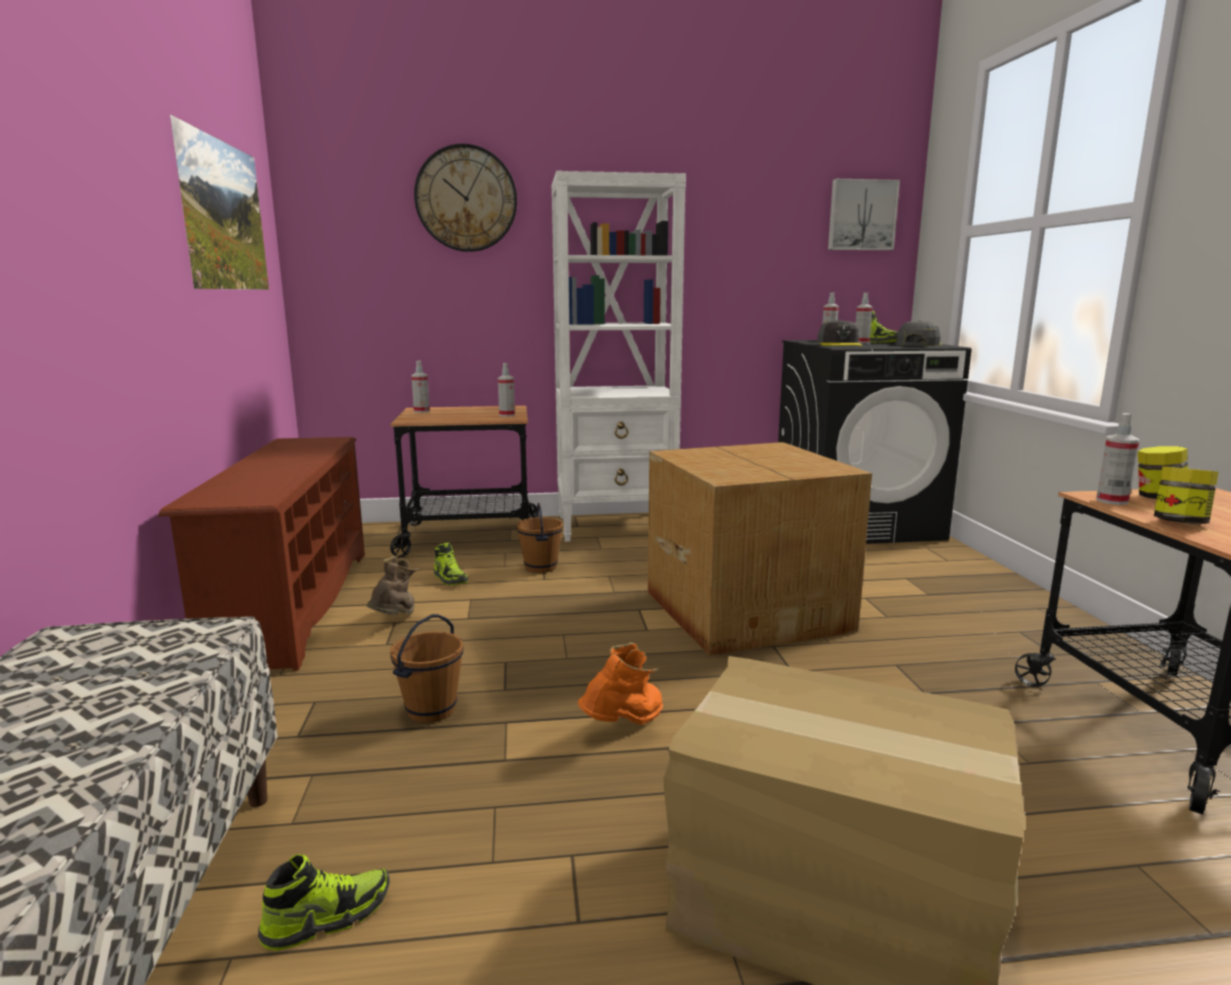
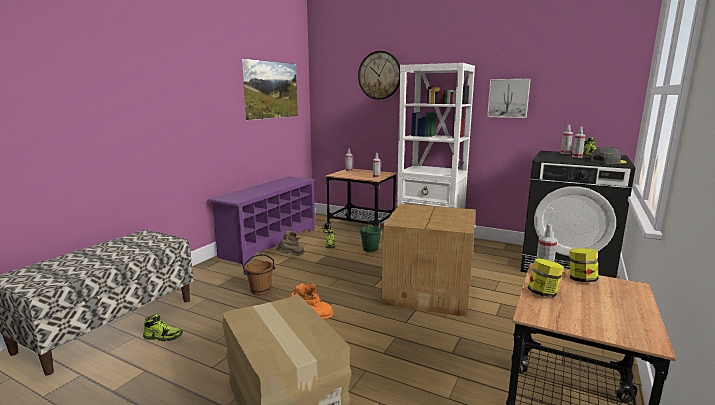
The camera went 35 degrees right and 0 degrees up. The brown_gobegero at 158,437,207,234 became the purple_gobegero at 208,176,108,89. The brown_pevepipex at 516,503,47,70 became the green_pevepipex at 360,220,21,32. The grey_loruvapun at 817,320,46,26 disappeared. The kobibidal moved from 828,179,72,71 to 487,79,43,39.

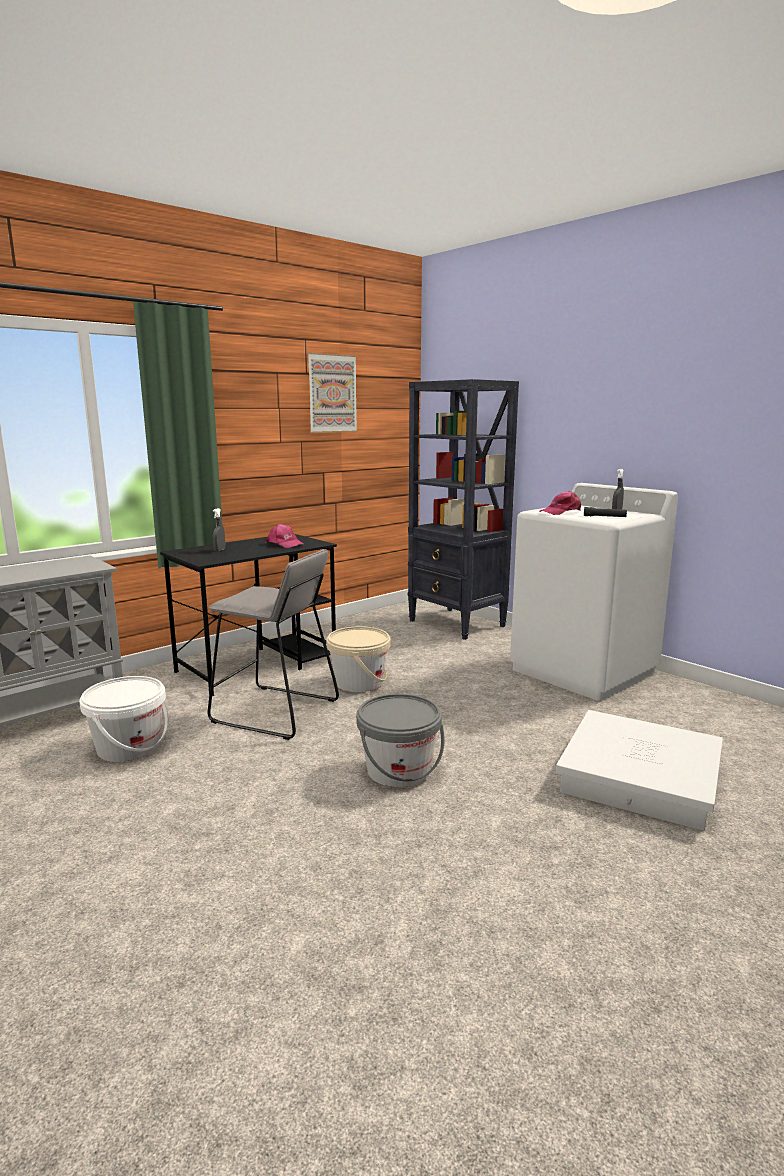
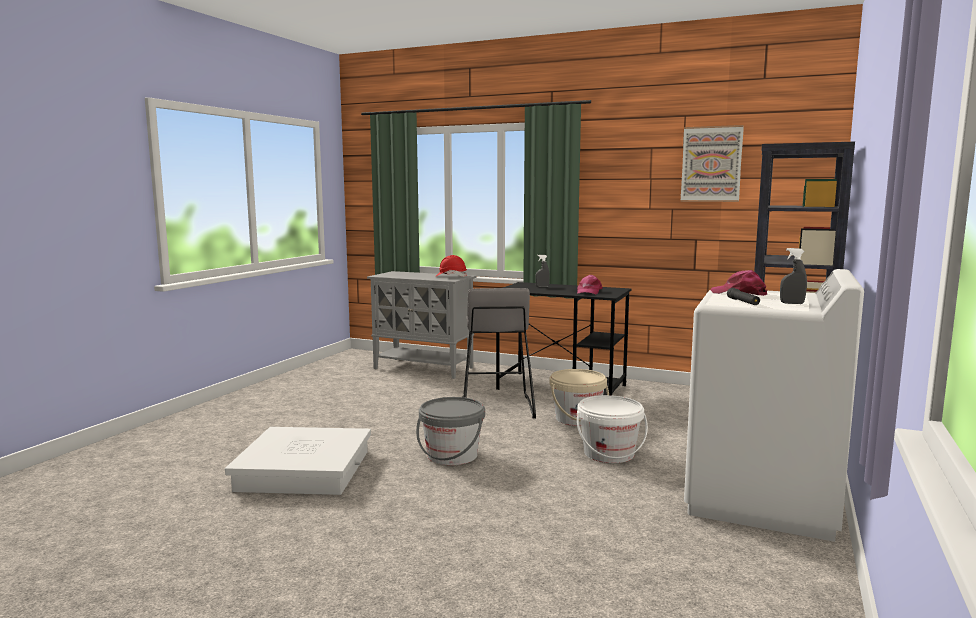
The camera went 65 degrees right and 5 degrees down. The white_pevepipex moved from 79,676,90,86 to 577,395,71,68. The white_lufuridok moved from 556,710,167,121 to 225,427,146,68. The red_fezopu at 435,255,32,22 appeared.

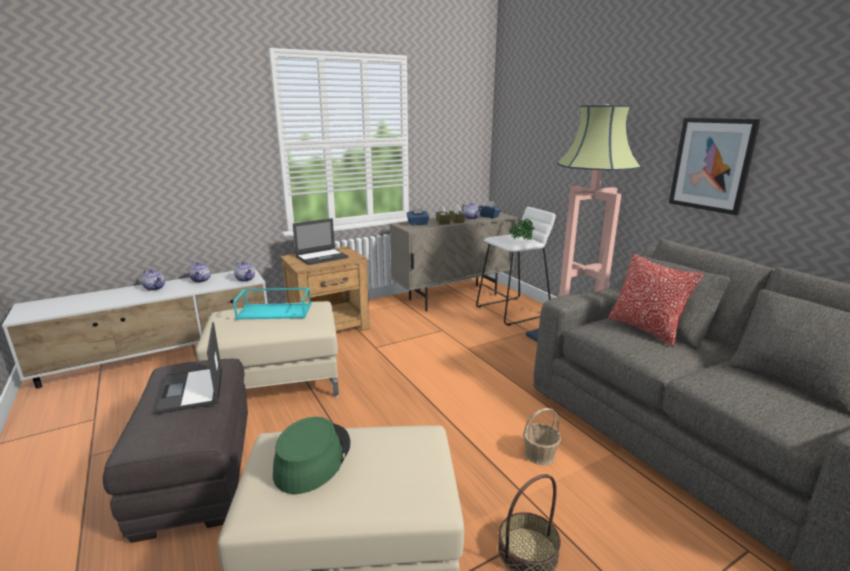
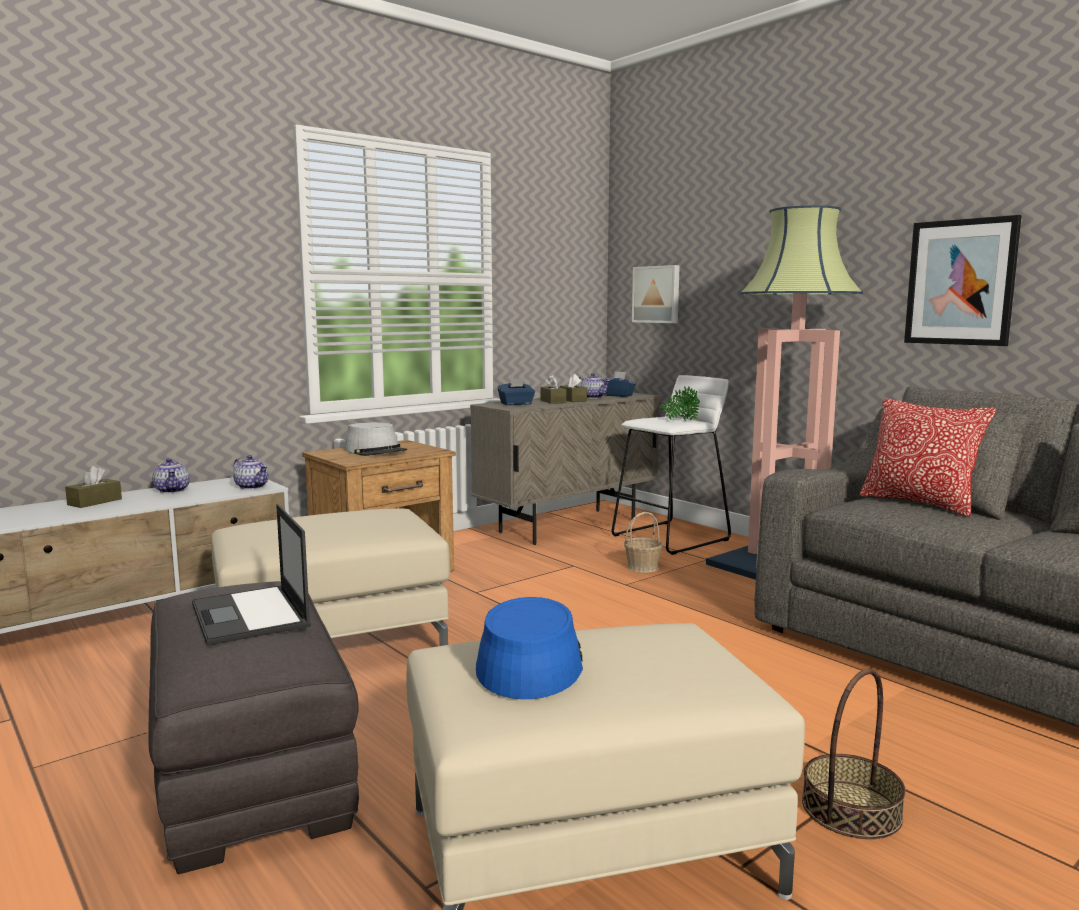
The camera went 10 degrees left and 10 degrees down. The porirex at 141,269,24,22 was replaced by the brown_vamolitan at 65,466,57,42. The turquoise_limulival at 233,288,79,32 disappeared. The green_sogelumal at 273,417,78,77 became the blue_sogelumal at 476,597,107,102. The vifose at 293,218,56,47 was replaced by the grey_sogelumal at 345,422,62,34. The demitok moved from 523,408,38,57 to 624,512,39,61. The kobibidal at 632,265,48,58 appeared.

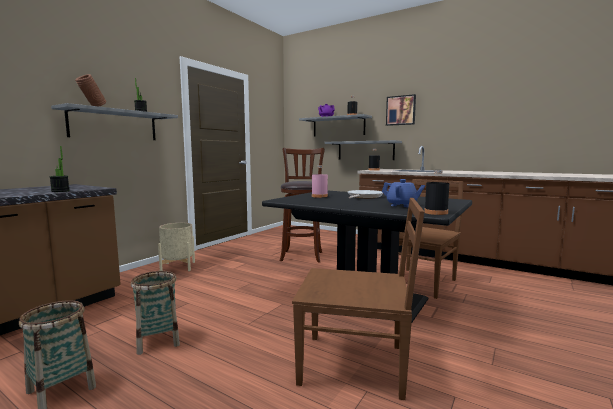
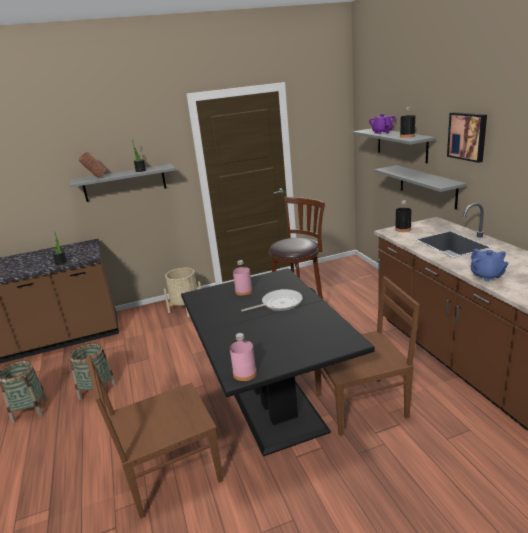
The camera went 40 degrees right and 15 degrees up. The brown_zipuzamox at 292,198,133,202 turned 105 degrees clockwise. The blue_porirex moved from 382,179,43,28 to 470,249,39,32. The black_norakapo at 424,170,25,45 became the pink_norakapo at 230,333,27,48.

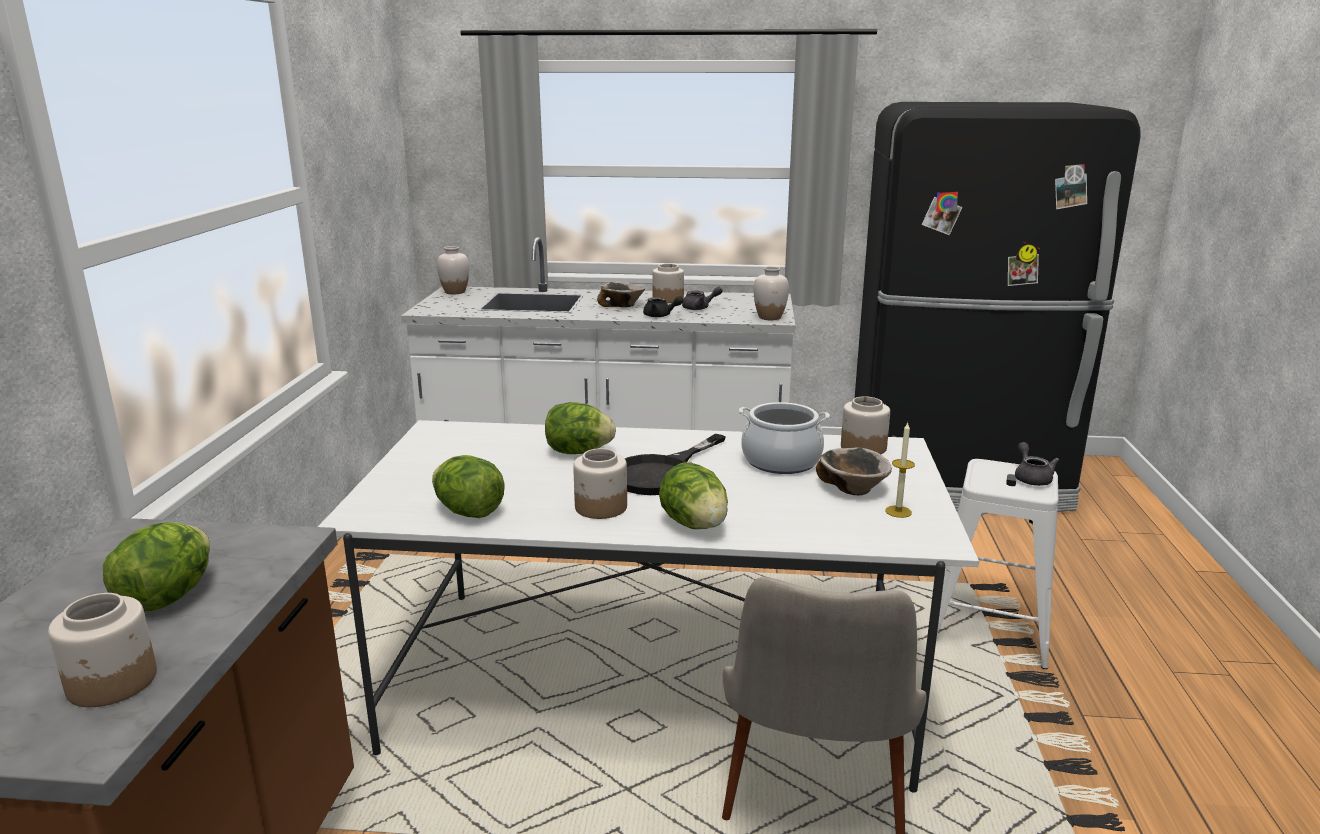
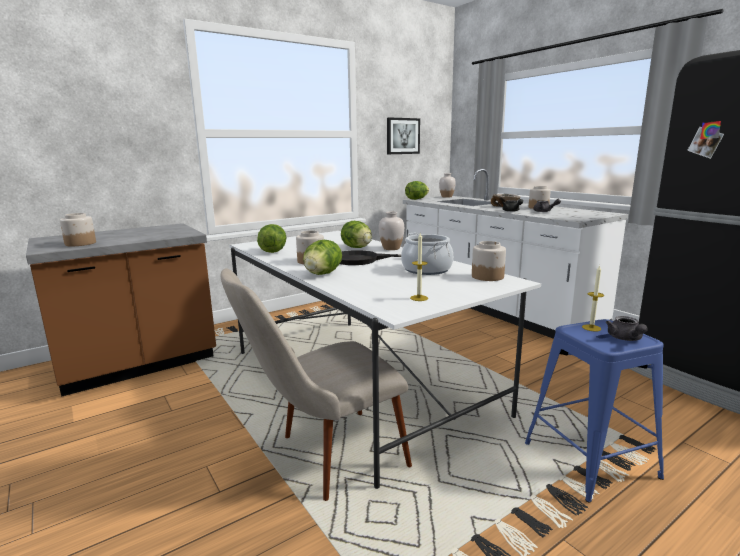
The camera went 50 degrees right and 5 degrees down. The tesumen moved from 103,522,107,89 to 405,181,24,19. The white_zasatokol moved from 754,266,35,54 to 379,211,25,39. The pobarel at 816,447,76,48 disappeared. The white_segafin at 937,459,121,210 became the blue_segafin at 525,319,139,184. The grey_porirex at 1015,442,44,44 turned 135 degrees clockwise. The kobibidal at 387,117,33,37 appeared. The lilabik at 582,265,22,67 appeared.

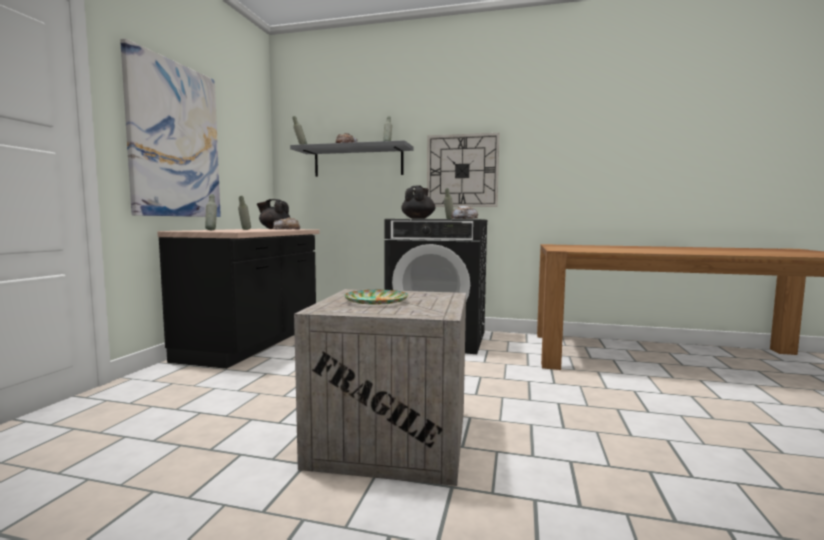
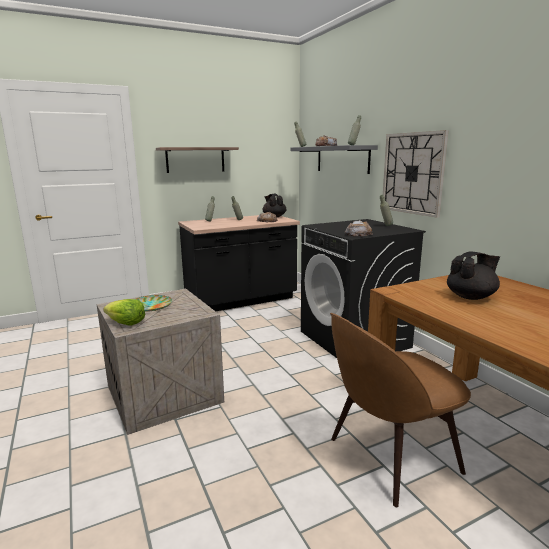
The camera went 50 degrees right and 10 degrees up. The kobibidal at 120,38,101,179 was replaced by the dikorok at 156,147,83,26. The black_porirex moved from 401,185,34,34 to 447,252,53,48. The tesumen at 103,299,42,27 appeared. The brown_zipuzamox at 330,313,141,194 appeared.

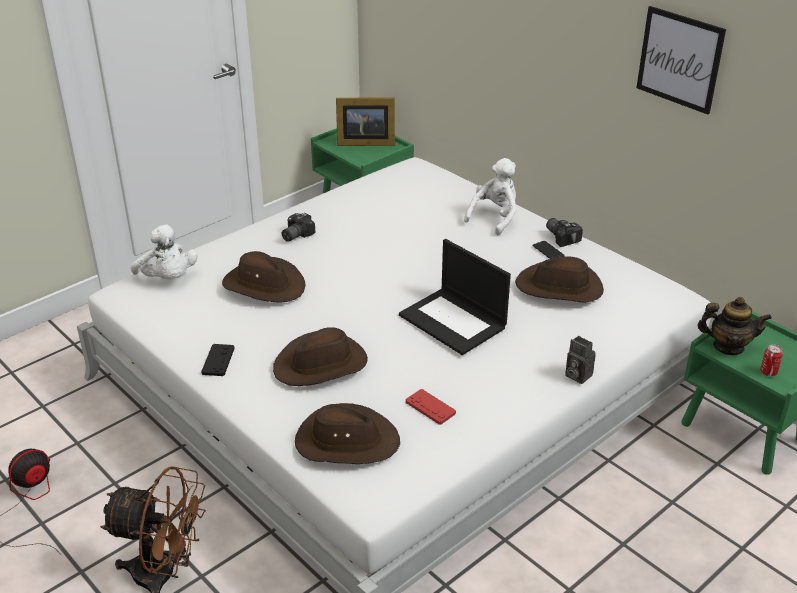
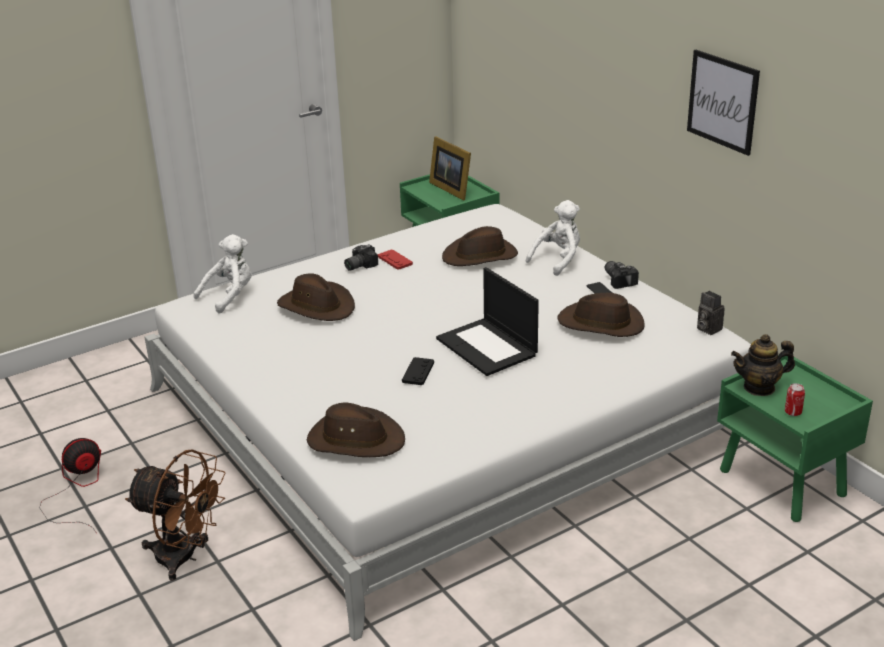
The camera went 10 degrees right and 5 degrees down. The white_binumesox at 130,224,68,55 turned 105 degrees counterclockwise. The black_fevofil moved from 201,344,34,32 to 402,357,32,28. The brown_sogelumal moved from 273,327,95,59 to 442,226,76,40. The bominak at 336,98,59,48 turned 45 degrees clockwise. The red_fevofil moved from 406,389,50,36 to 378,249,35,21. The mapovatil moved from 565,336,31,48 to 697,291,28,44. The porirex at 697,297,75,58 turned 150 degrees clockwise.

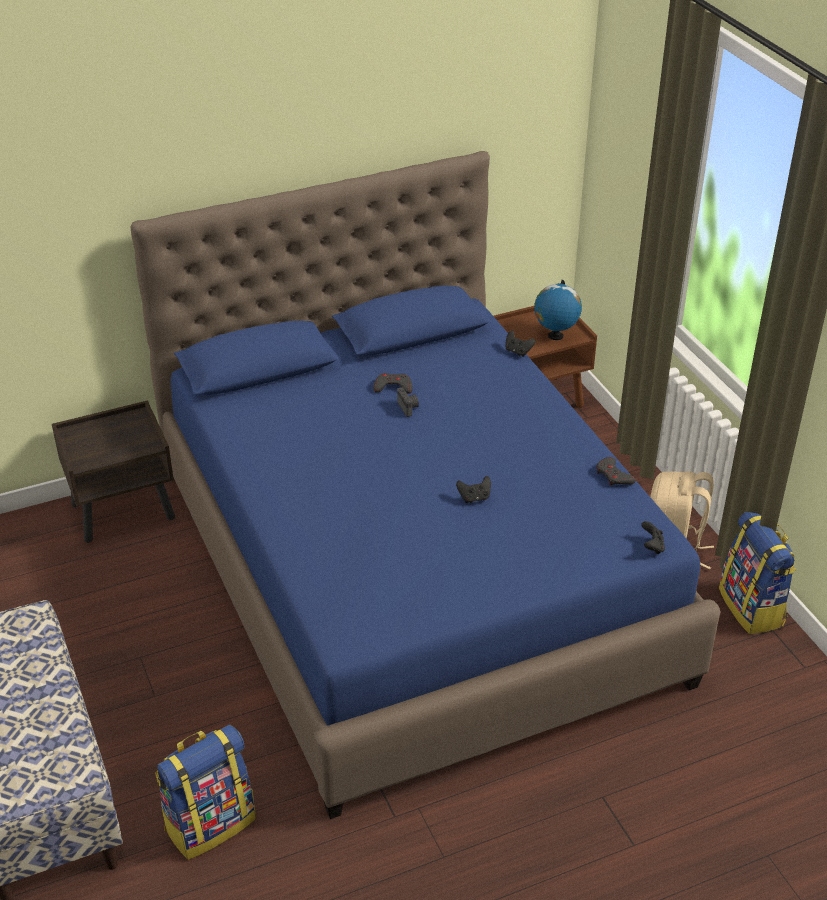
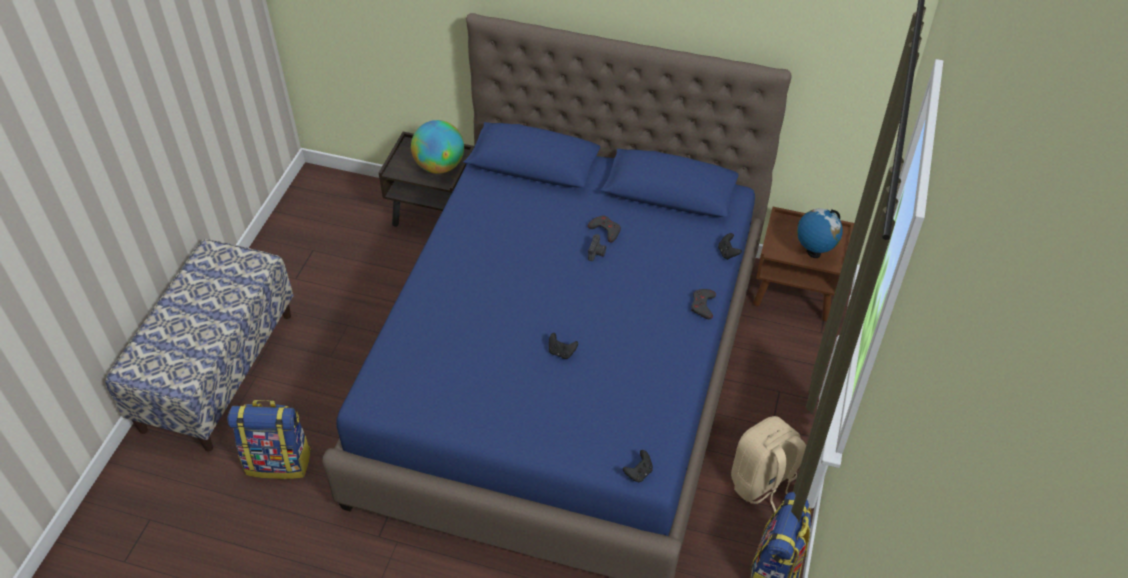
The camera went 40 degrees right and 10 degrees up. The grey_fevofil moved from 597,457,39,29 to 691,289,25,30. The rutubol at 411,120,53,54 appeared.

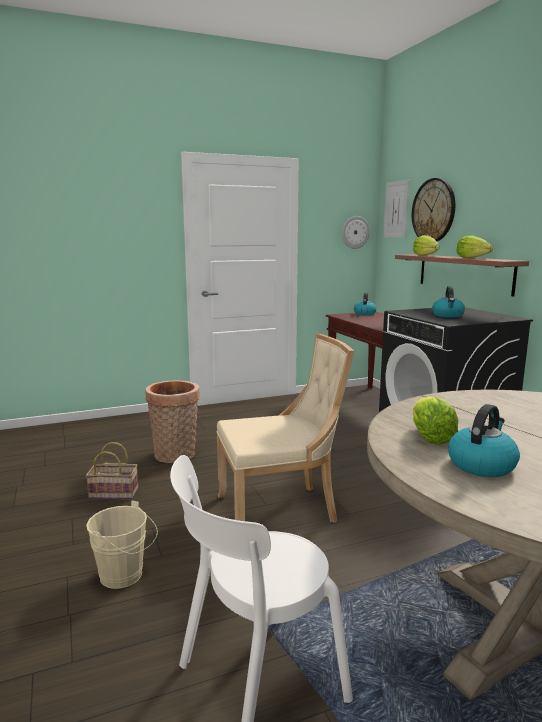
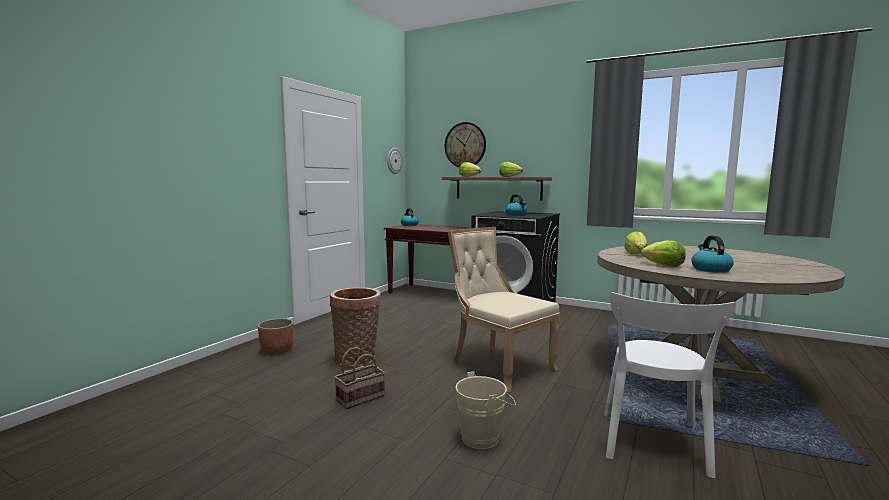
The camera went 40 degrees left and 5 degrees down. The beige_zipuzamox at 216,334,138,189 turned 75 degrees counterclockwise. The kobibidal at 383,180,26,58 disappeared. The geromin at 258,318,35,37 appeared. The tesumen at 624,231,24,23 appeared.

